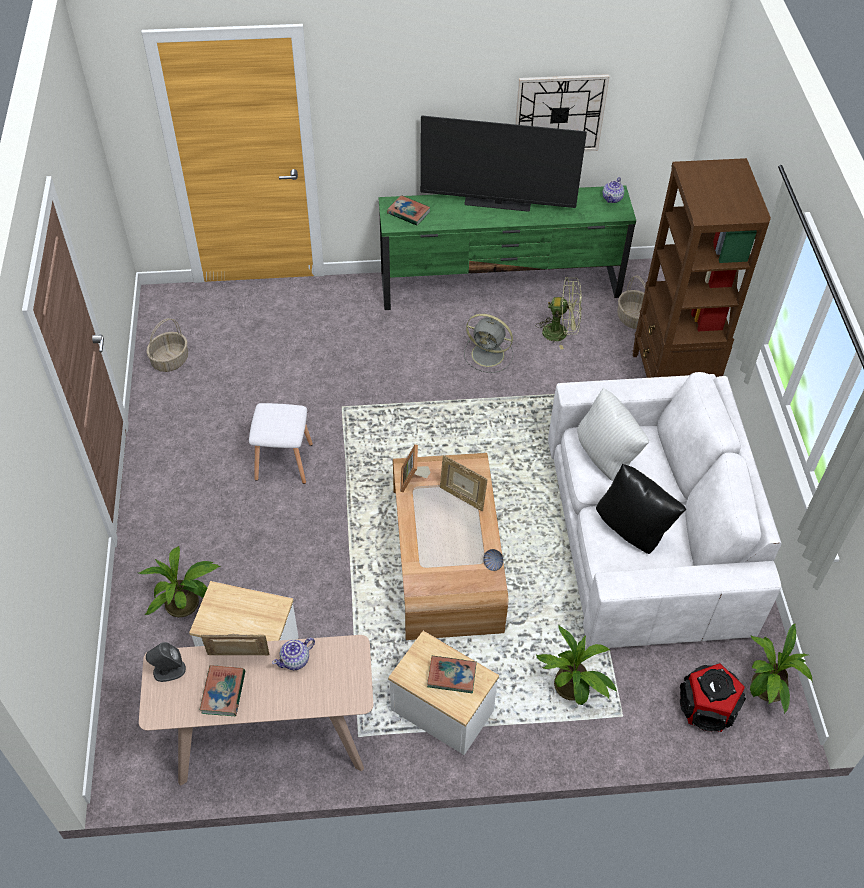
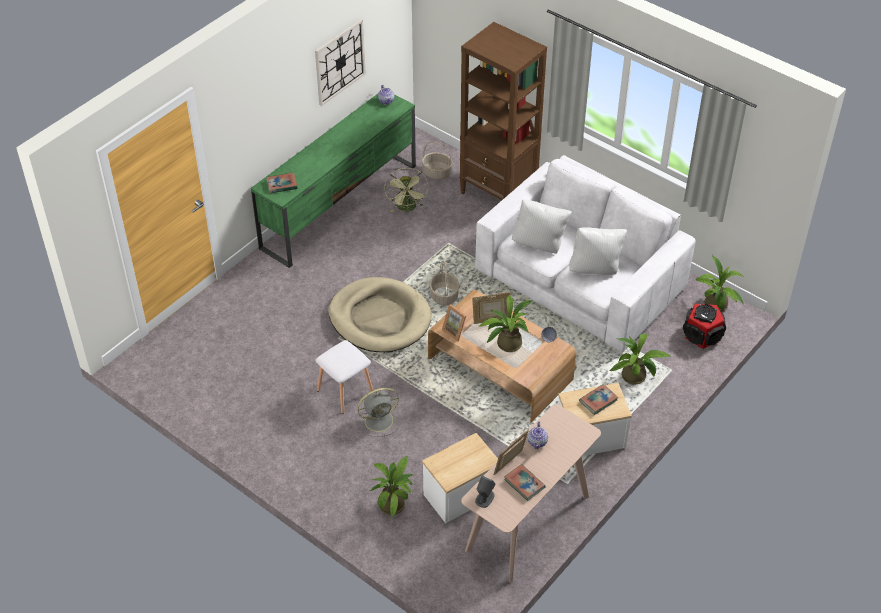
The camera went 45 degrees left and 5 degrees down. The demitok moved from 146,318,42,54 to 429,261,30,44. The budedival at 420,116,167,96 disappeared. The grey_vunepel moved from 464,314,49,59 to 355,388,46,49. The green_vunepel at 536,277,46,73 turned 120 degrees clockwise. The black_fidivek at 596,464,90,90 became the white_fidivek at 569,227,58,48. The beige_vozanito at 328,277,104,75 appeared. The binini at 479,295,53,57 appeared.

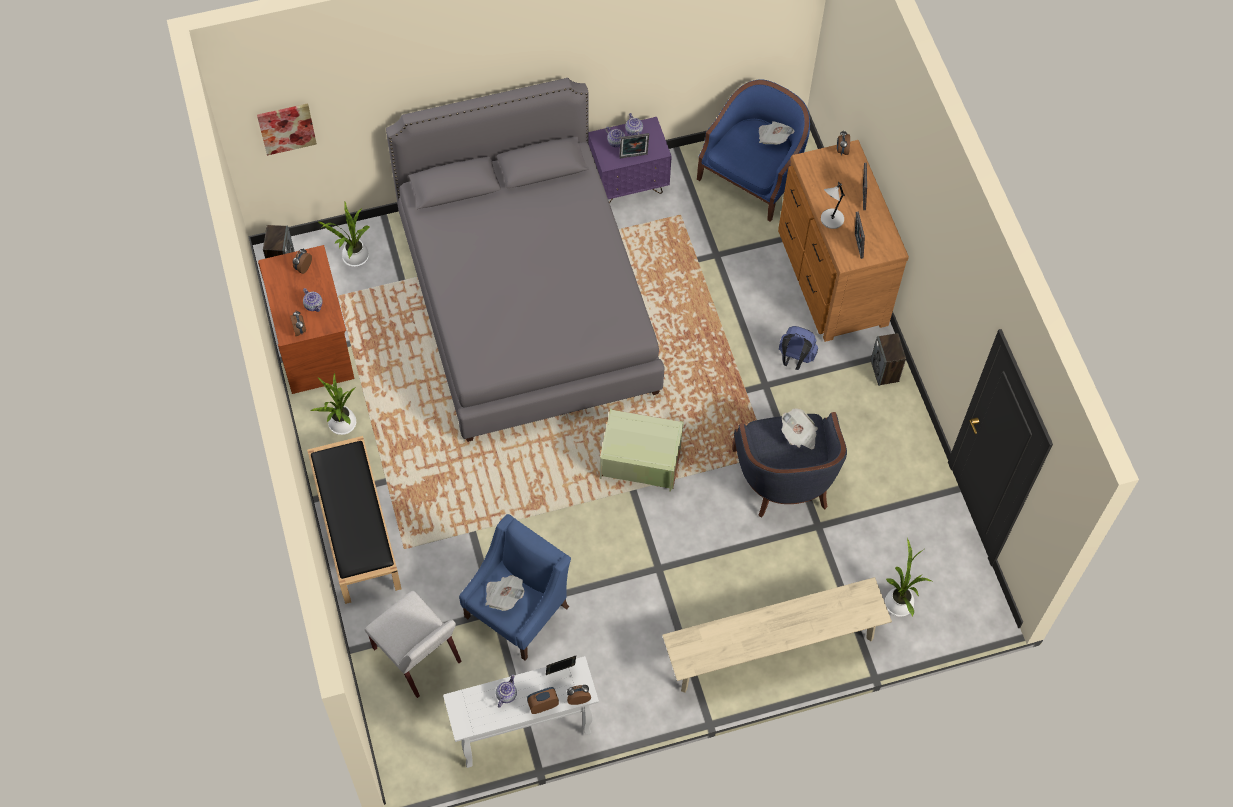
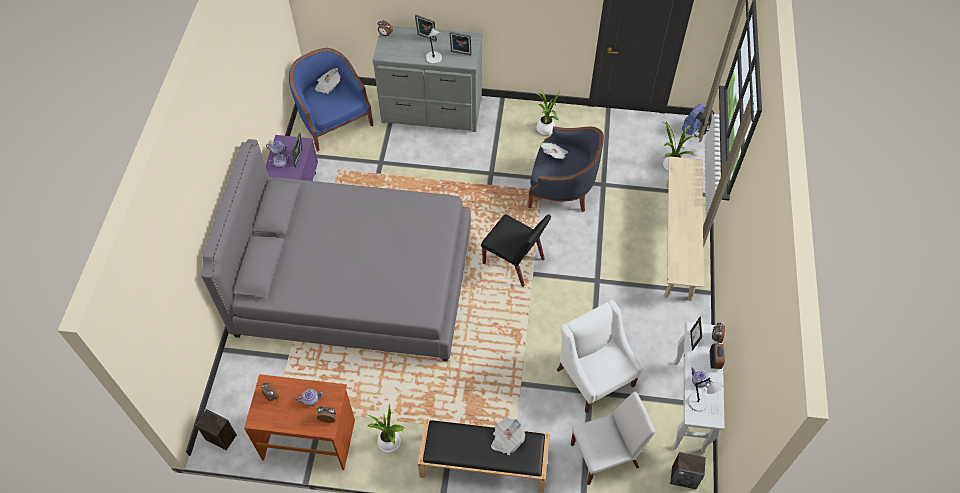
The camera went 65 degrees left and 5 degrees down. The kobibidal at 257,103,60,53 disappeared. The binini moved from 317,202,53,65 to 535,89,25,46. The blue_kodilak at 459,514,112,147 became the white_kodilak at 557,300,86,113. The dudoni moved from 485,575,39,36 to 491,418,34,37. The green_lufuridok at 600,409,84,83 was replaced by the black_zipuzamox at 481,214,70,73. The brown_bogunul at 778,140,131,202 became the grey_bogunul at 373,25,109,107. The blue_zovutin moved from 779,326,39,44 to 682,104,32,33. The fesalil moved from 871,333,35,53 to 670,452,36,37. The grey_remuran at 688,377,34,34 appeared.

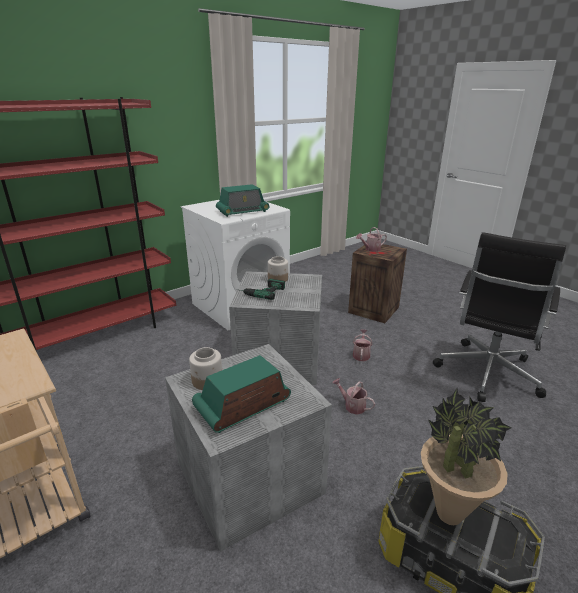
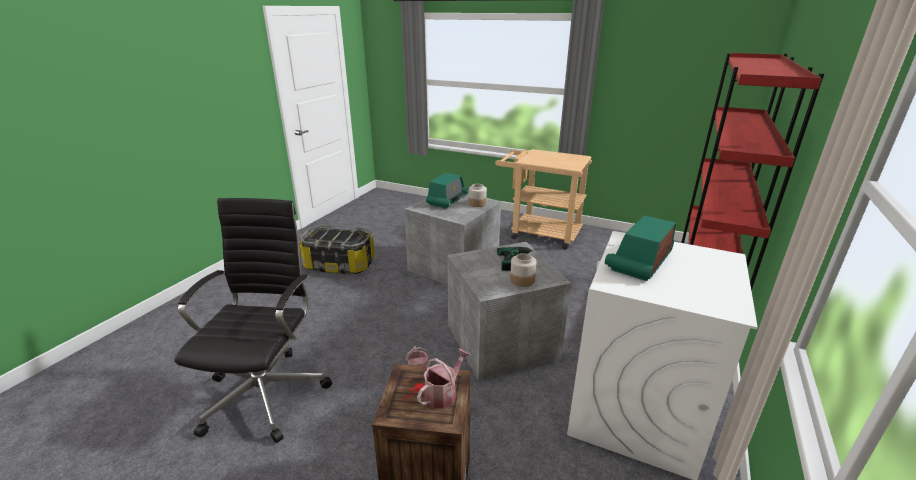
The camera went 155 degrees right and 0 degrees up. The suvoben at 332,378,43,37 disappeared. The binini at 421,388,90,137 disappeared.

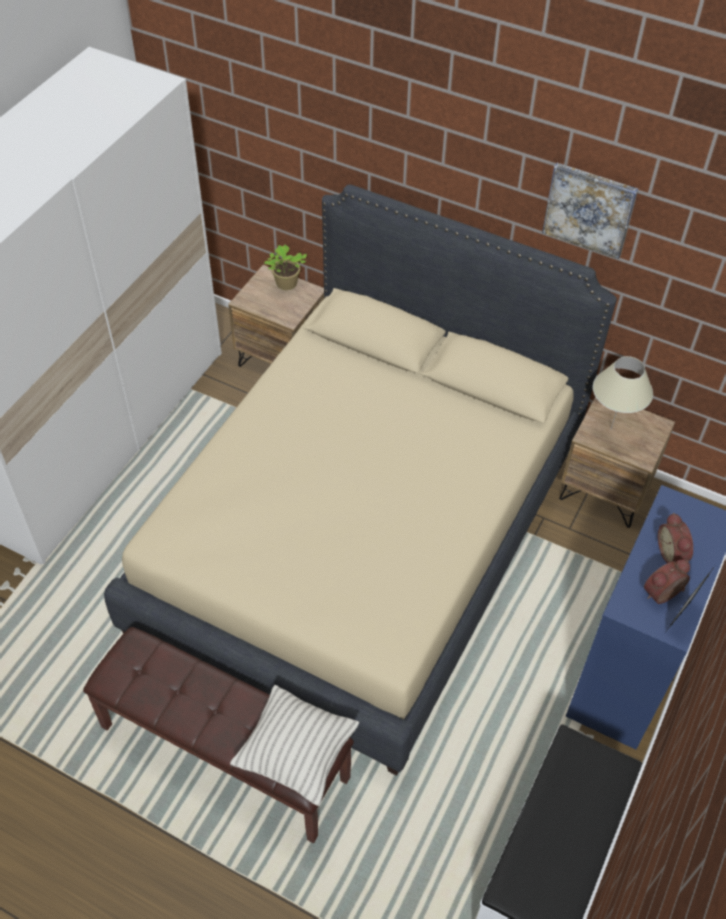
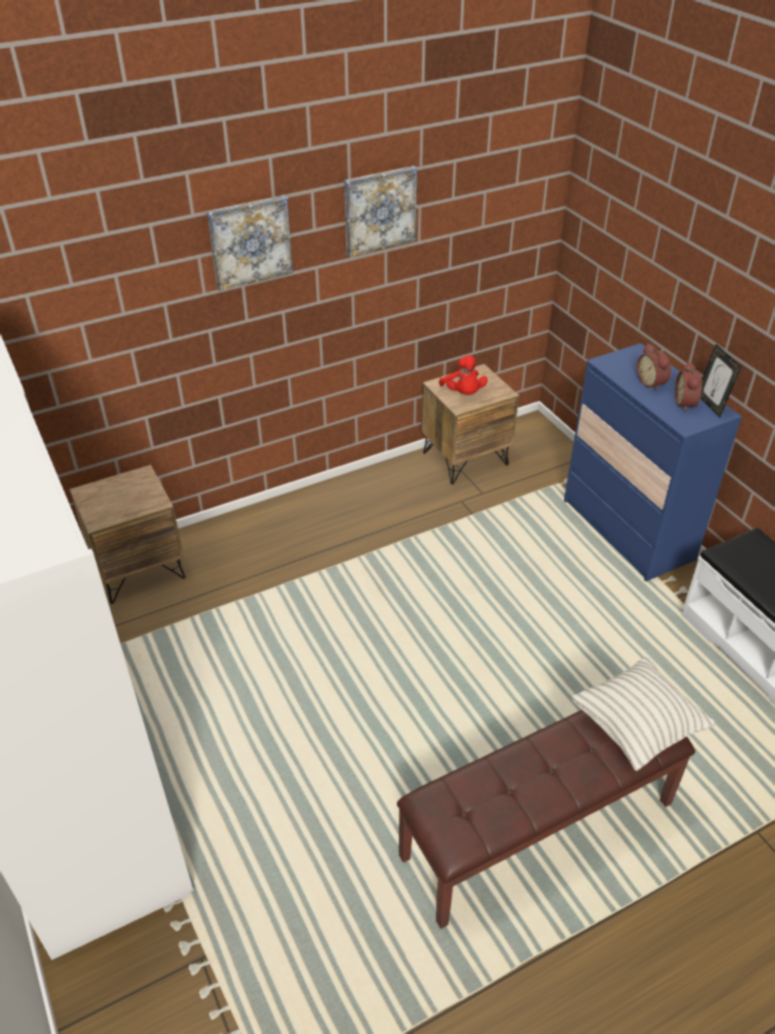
The camera went 55 degrees left and 10 degrees down. The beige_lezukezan at 104,184,513,592 disappeared. The binini at 264,245,43,45 disappeared. The beige_remuran at 593,356,60,73 was replaced by the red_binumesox at 439,355,49,40. The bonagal at 658,513,35,50 turned 45 degrees clockwise. The kobibidal at 207,195,86,96 appeared.

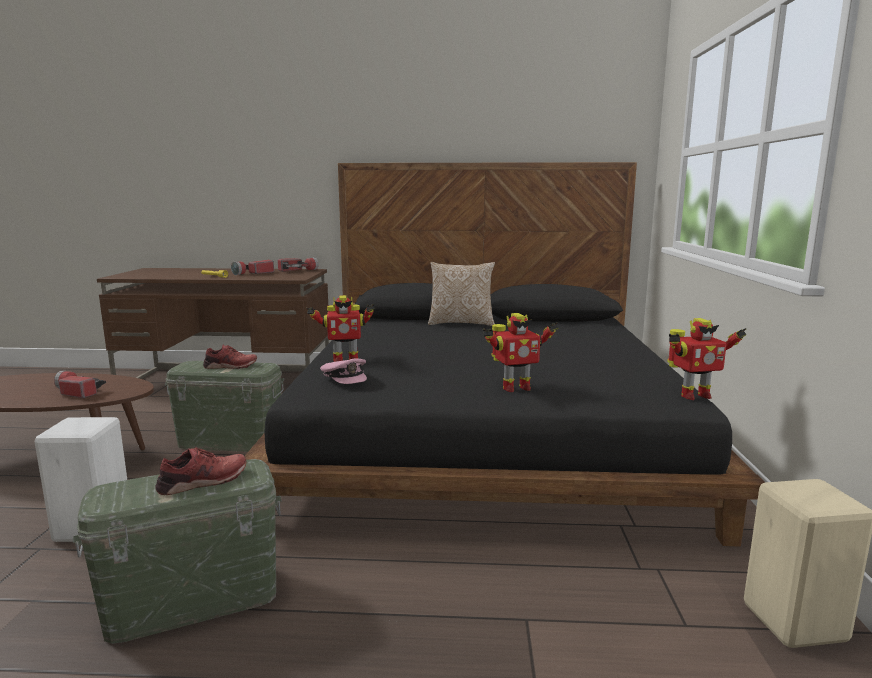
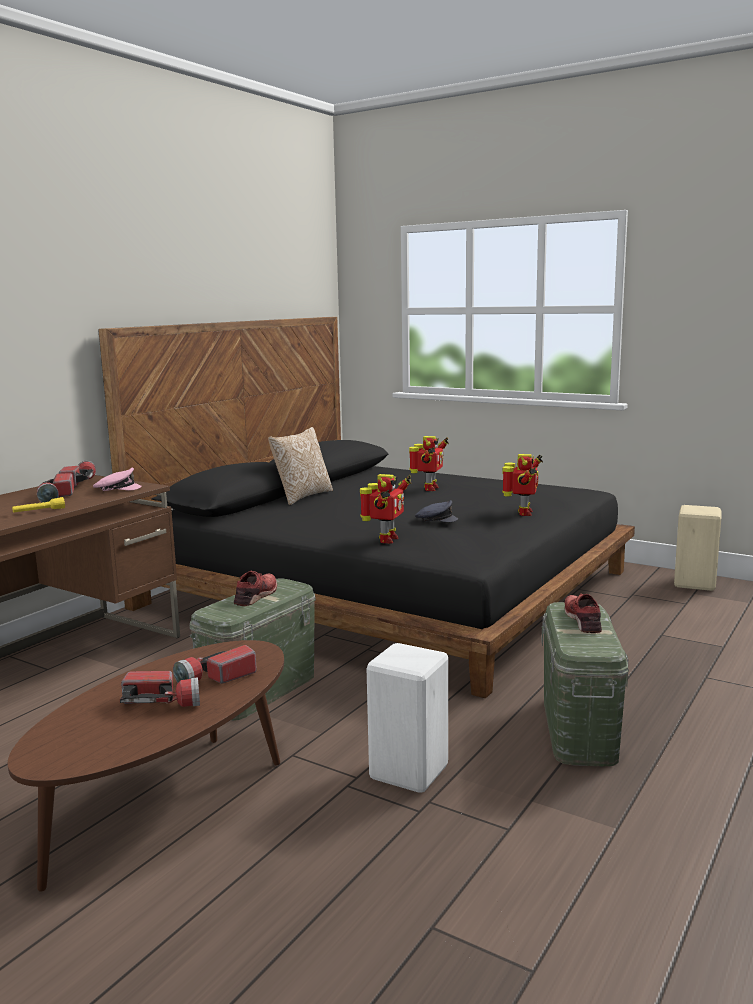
The camera went 60 degrees left and 0 degrees up. The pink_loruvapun moved from 320,358,47,26 to 93,468,49,23. The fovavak moved from 667,318,80,82 to 409,436,40,55. The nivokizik at 120,671,80,36 appeared. The grey_loruvapun at 415,500,43,22 appeared.

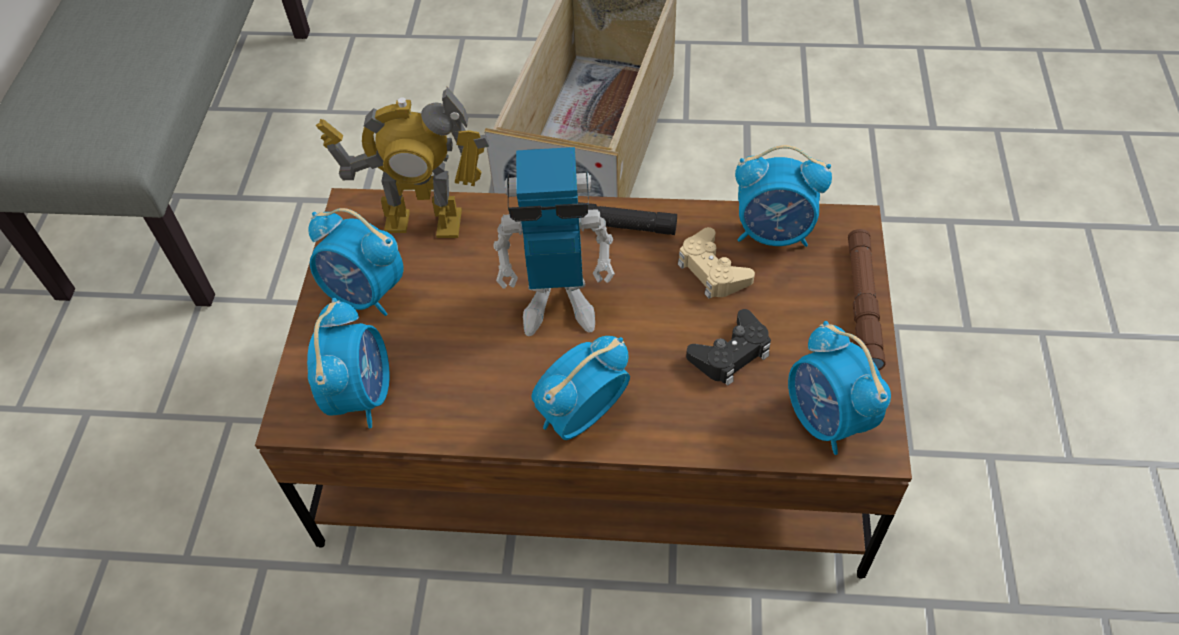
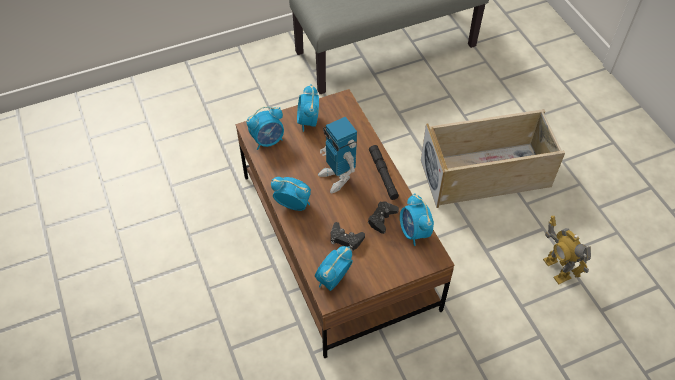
The camera went 60 degrees right and 0 degrees up. The fovavak moved from 316,87,173,151 to 543,216,48,68. The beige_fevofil at 678,227,77,72 became the black_fevofil at 368,201,31,33. The brown_nivokizik at 848,229,37,141 disappeared.

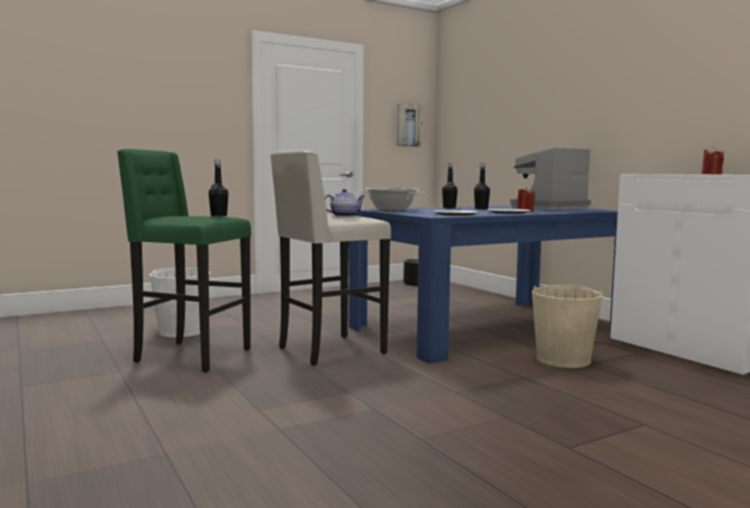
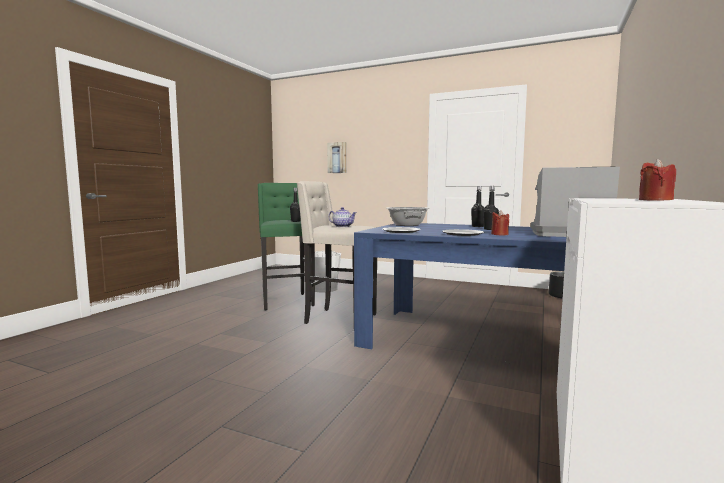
The camera went 55 degrees right and 0 degrees up. The kobibidal moved from 397,104,25,43 to 327,142,20,31. The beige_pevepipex at 532,285,71,83 disappeared.

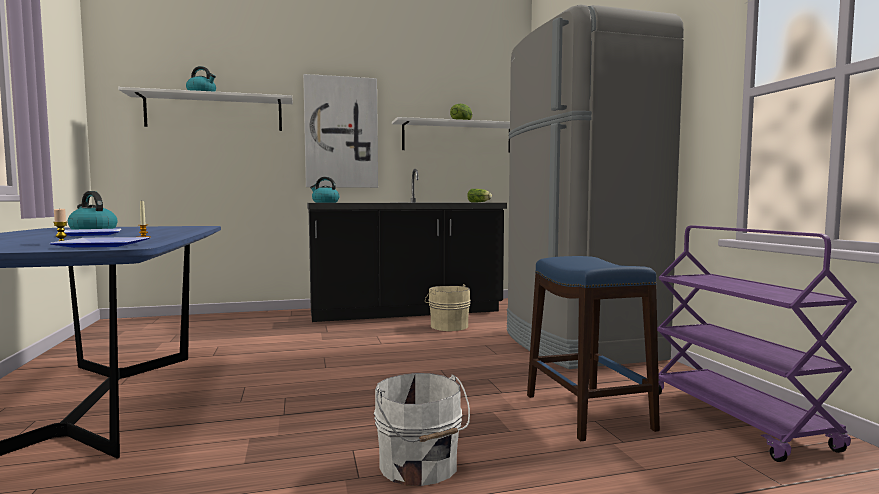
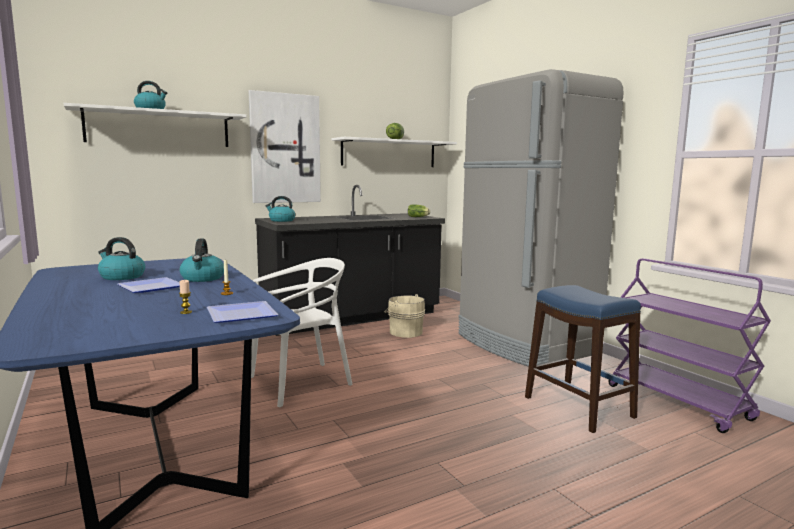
The camera went 15 degrees left and 5 degrees up. The white_pevepipex at 374,373,96,113 disappeared. The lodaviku at 180,239,44,43 appeared. The white_zipuzamox at 251,258,101,149 appeared.

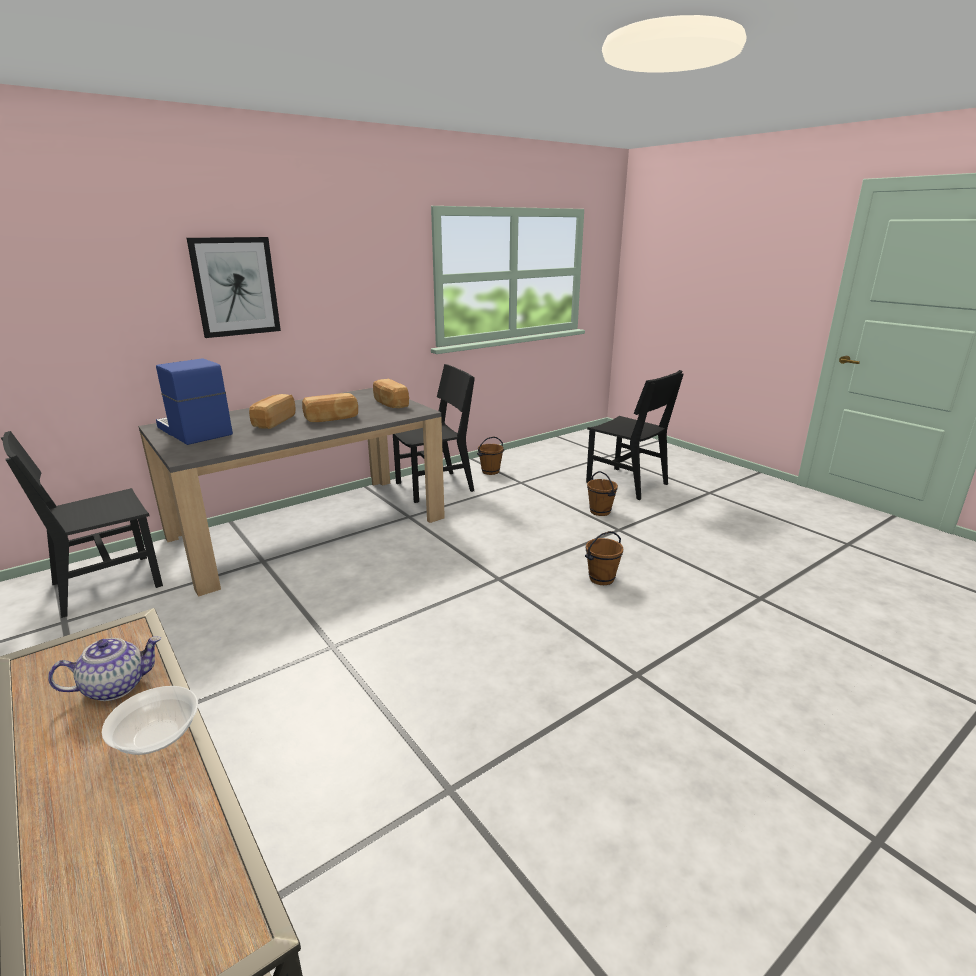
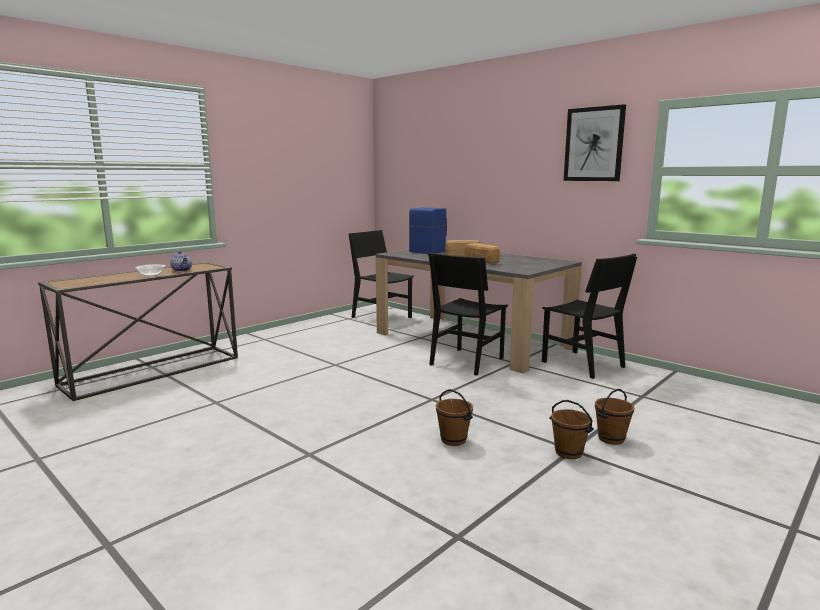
The camera went 80 degrees right and 10 degrees down. The kobibidal moved from 187,237,94,101 to 564,104,62,77. The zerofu at 373,379,36,29 disappeared. The brown_pevepipex moved from 477,437,27,38 to 549,400,45,59. The black_zipuzamox moved from 586,370,98,130 to 428,252,80,124.

